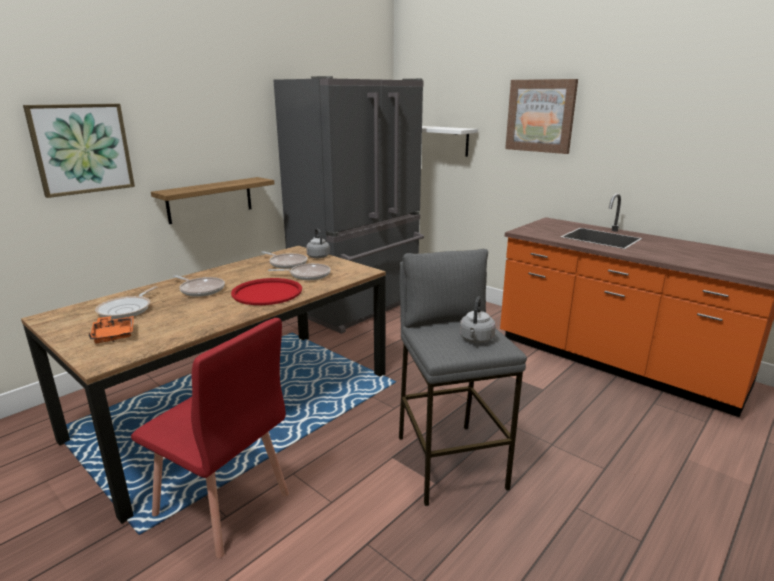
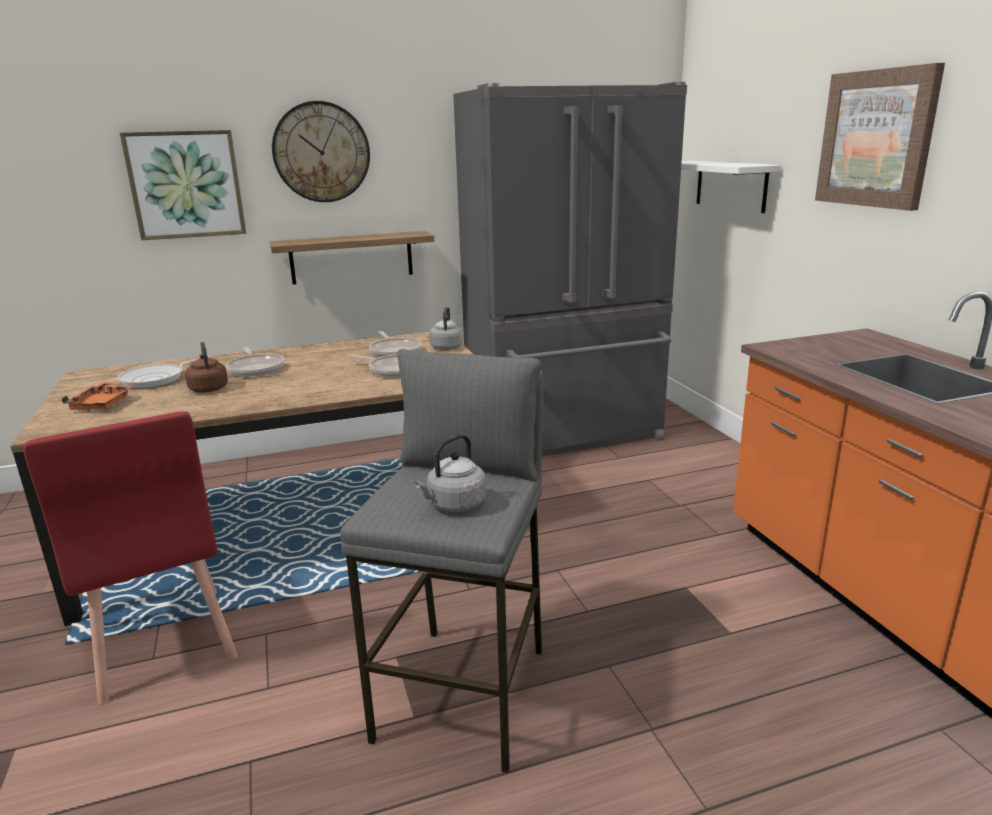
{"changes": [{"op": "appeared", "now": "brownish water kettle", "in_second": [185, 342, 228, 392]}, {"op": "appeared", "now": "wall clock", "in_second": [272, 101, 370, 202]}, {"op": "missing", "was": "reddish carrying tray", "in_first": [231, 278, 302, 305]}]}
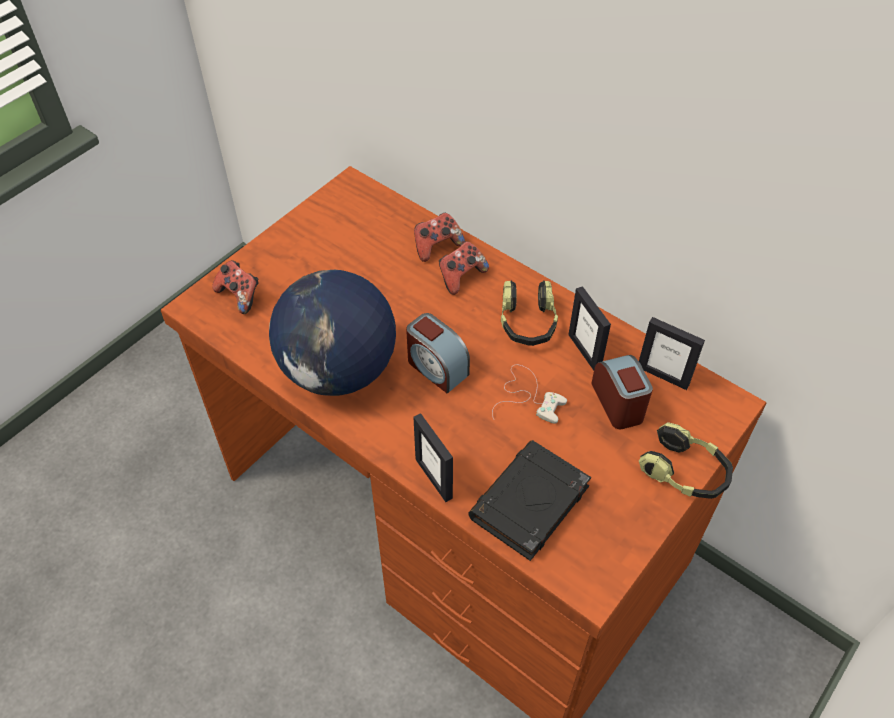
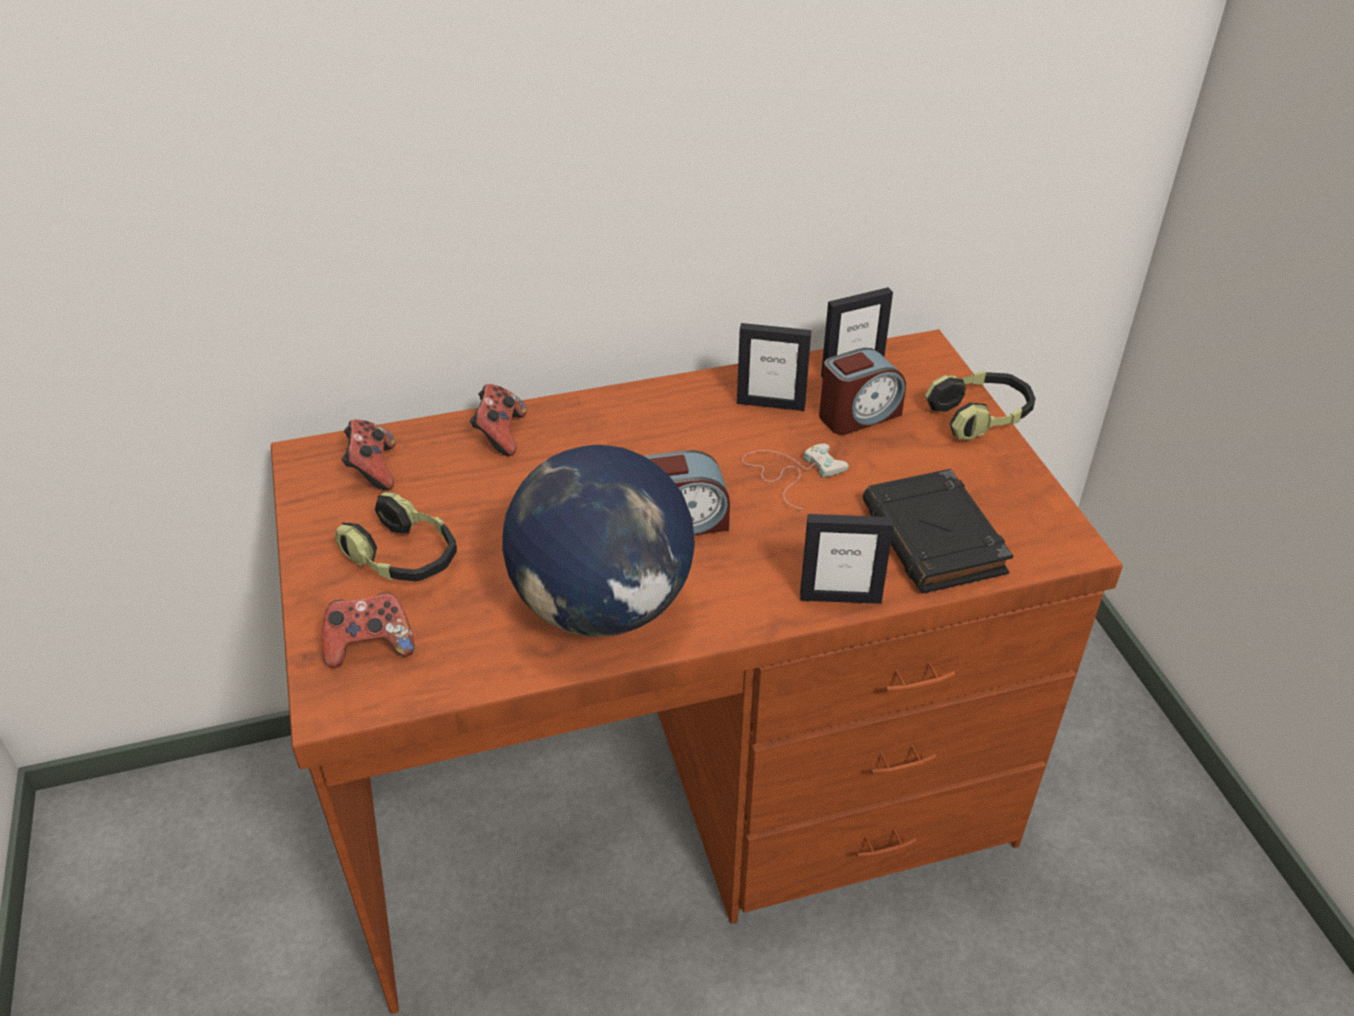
{"changes": [{"op": "relocated", "was": "headphones", "in_first": [501, 280, 558, 346], "in_second": [335, 492, 457, 582]}, {"op": "relocated", "was": "game controller", "in_first": [439, 241, 489, 295], "in_second": [342, 419, 396, 490]}, {"op": "spun", "was": "alarm clock", "in_first": [591, 355, 653, 429], "in_second": [819, 348, 906, 435], "clockwise": 135}]}
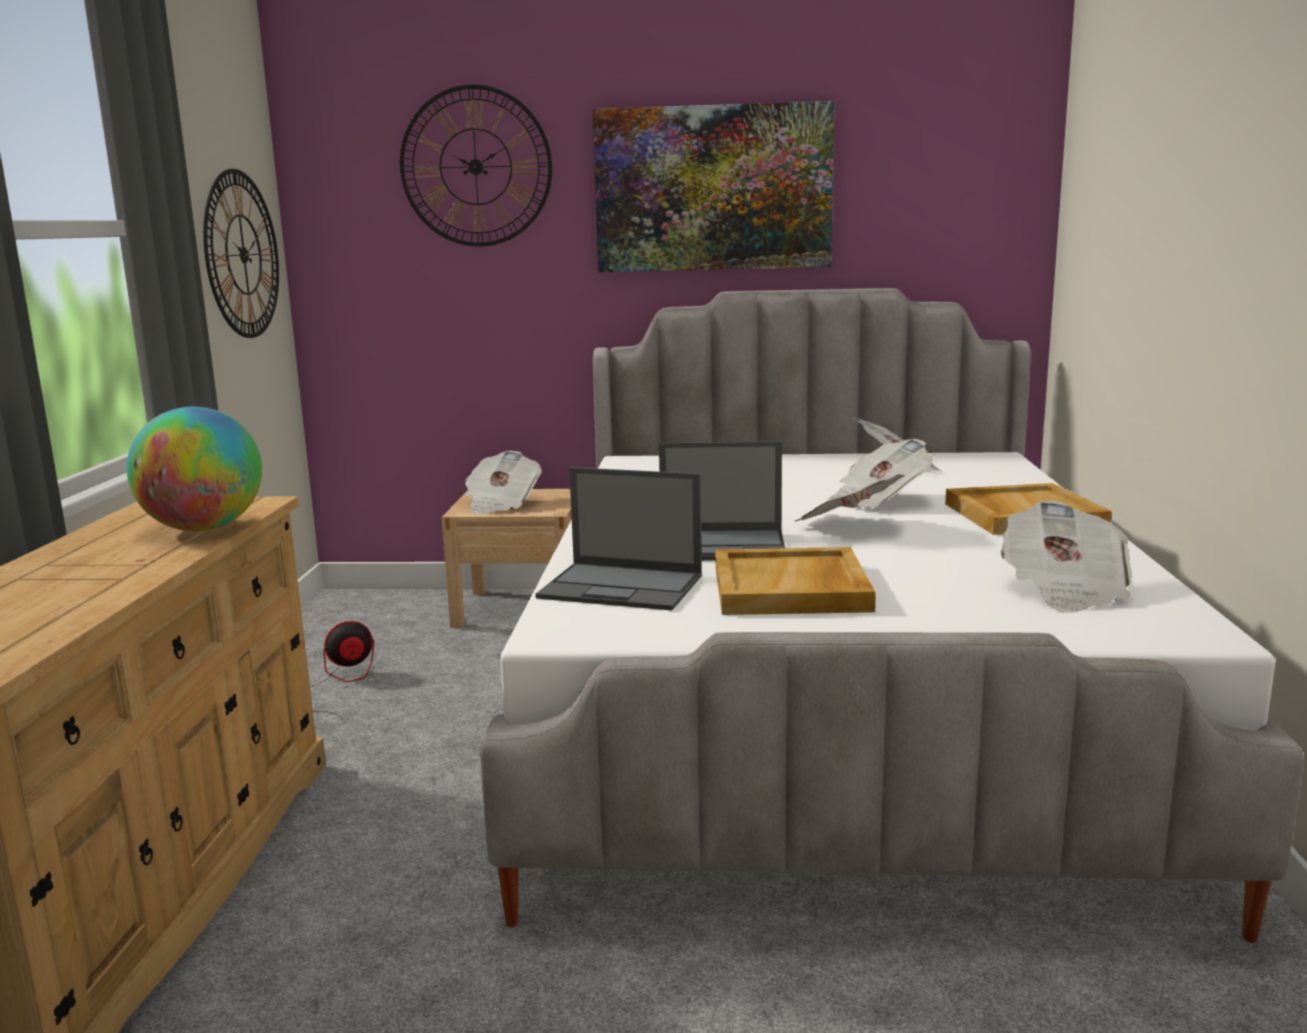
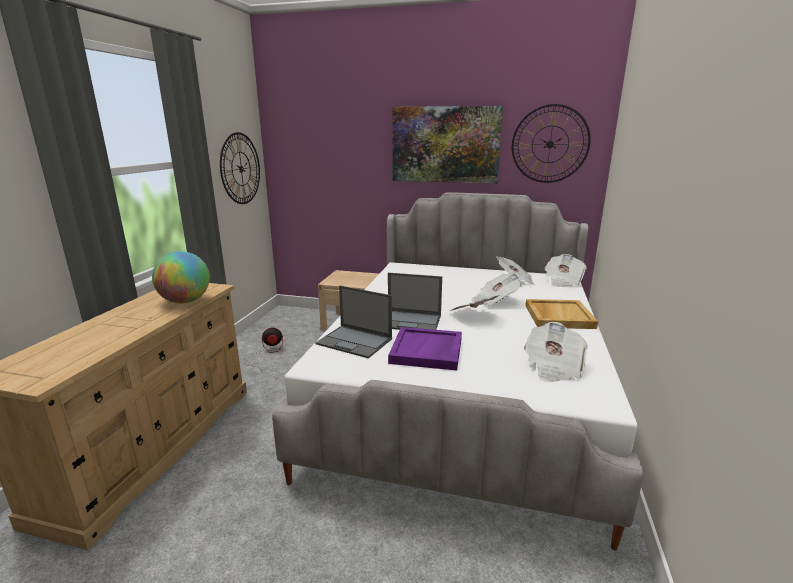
{"changes": [{"op": "colour", "was": "beige carrying tray", "now": "purple carrying tray", "in_first": [715, 547, 876, 615], "in_second": [388, 327, 462, 371]}, {"op": "relocated", "was": "wall clock", "in_first": [400, 84, 552, 247], "in_second": [512, 104, 591, 183]}, {"op": "relocated", "was": "daily paper", "in_first": [465, 451, 542, 514], "in_second": [545, 254, 587, 287]}]}
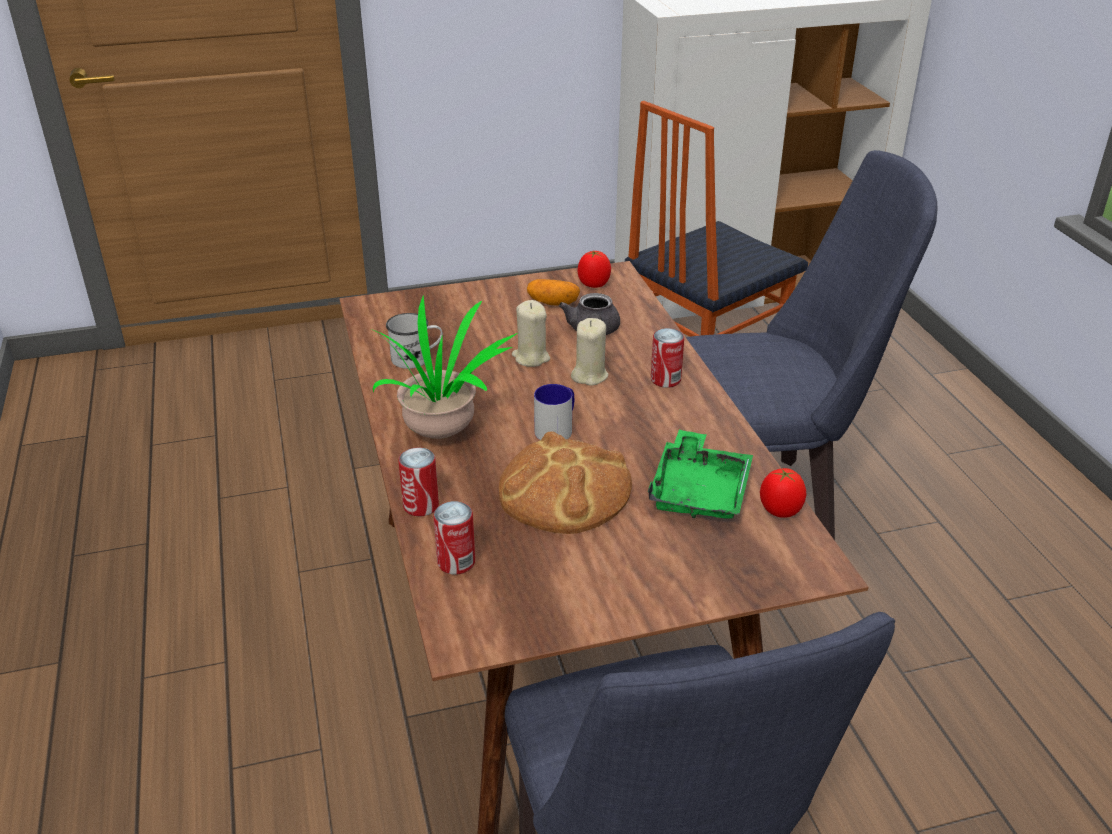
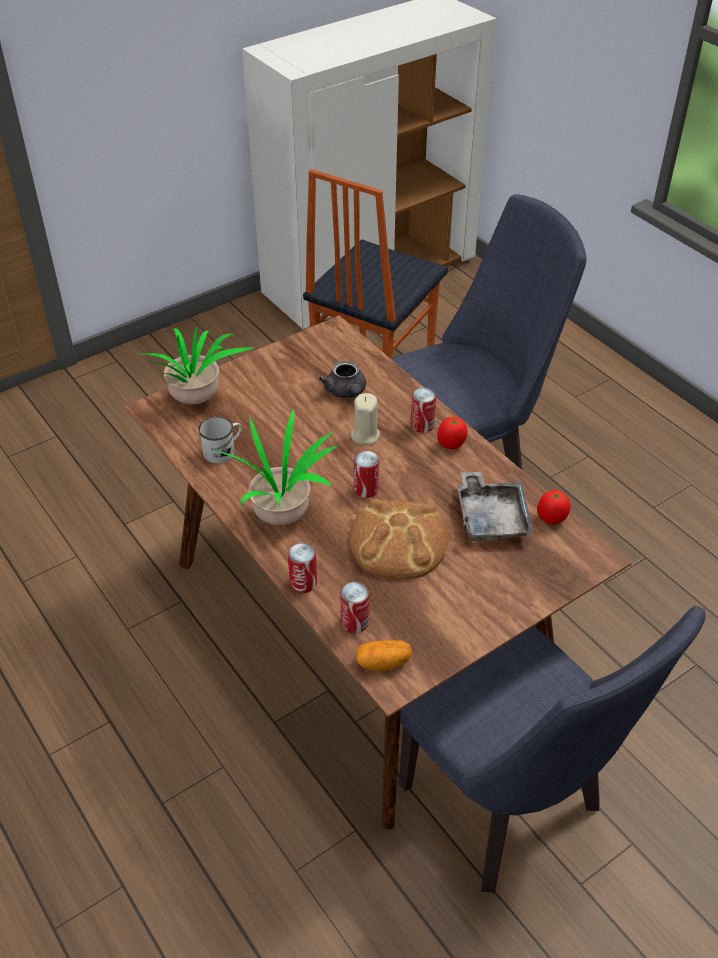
{"changes": [{"op": "appeared", "now": "potted plant", "in_second": [137, 326, 253, 404]}, {"op": "exchanged", "was": "tea mug", "now": "metal can", "in_first": [534, 384, 574, 440], "in_second": [354, 451, 379, 498]}, {"op": "relocated", "was": "potato", "in_first": [527, 279, 580, 305], "in_second": [355, 640, 412, 671]}, {"op": "relocated", "was": "tomato", "in_first": [578, 251, 611, 288], "in_second": [437, 417, 468, 449]}, {"op": "colour", "was": "green carrying tray", "now": "greyish carrying tray", "in_first": [648, 430, 753, 519], "in_second": [457, 471, 534, 541]}, {"op": "missing", "was": "beige wax candle", "in_first": [512, 300, 550, 367]}]}
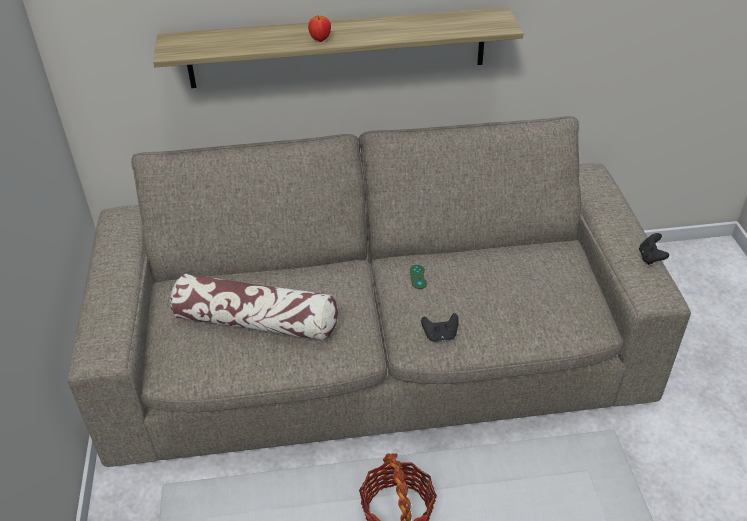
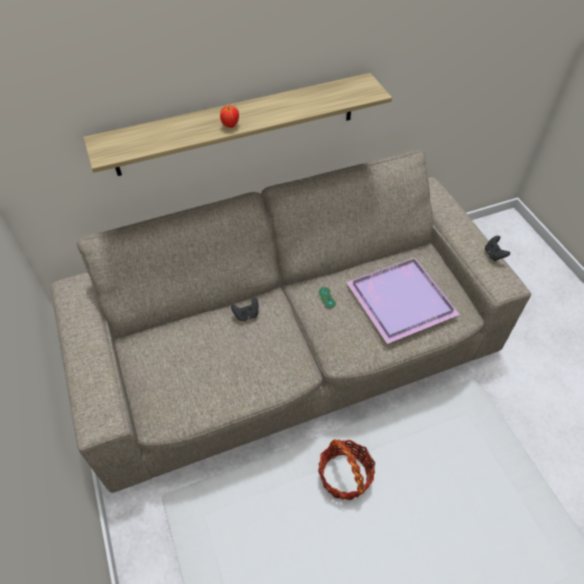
{"changes": [{"op": "relocated", "was": "black game controller", "in_first": [421, 313, 459, 342], "in_second": [231, 298, 259, 321]}, {"op": "appeared", "now": "purple carrying tray", "in_second": [346, 258, 460, 344]}, {"op": "missing", "was": "cushion", "in_first": [170, 274, 338, 341]}]}
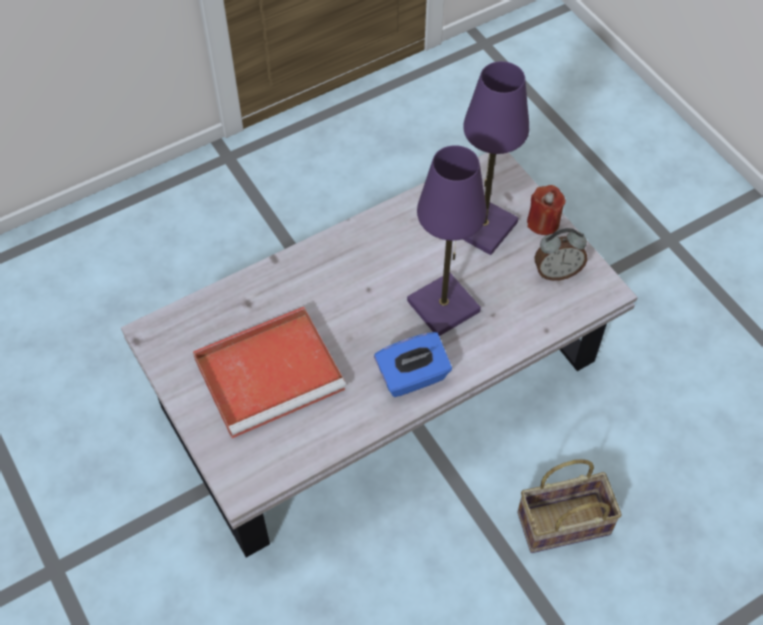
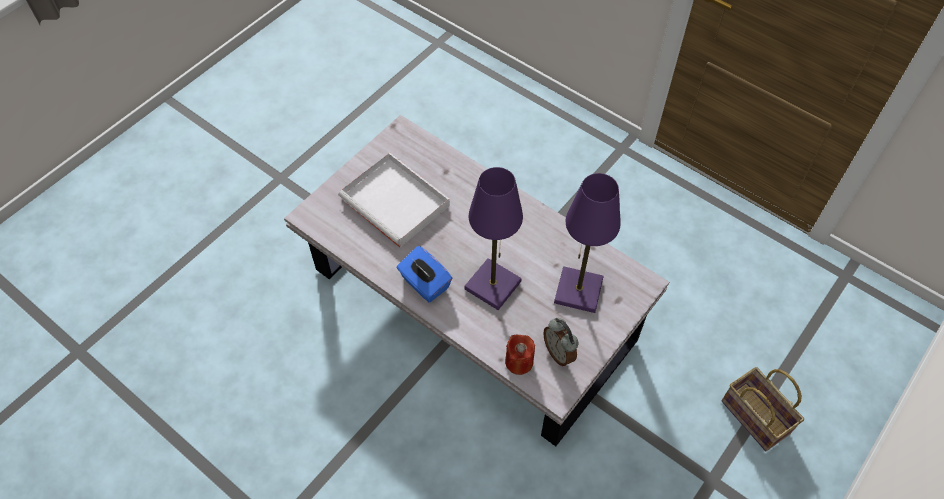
{"changes": [{"op": "colour", "was": "reddish carrying tray", "now": "white-coloured carrying tray", "in_first": [193, 307, 346, 438], "in_second": [338, 153, 450, 247]}, {"op": "relocated", "was": "reddish wax candle", "in_first": [527, 185, 566, 235], "in_second": [505, 334, 535, 375]}, {"op": "relocated", "was": "storage basket", "in_first": [517, 459, 622, 553], "in_second": [722, 367, 804, 451]}]}
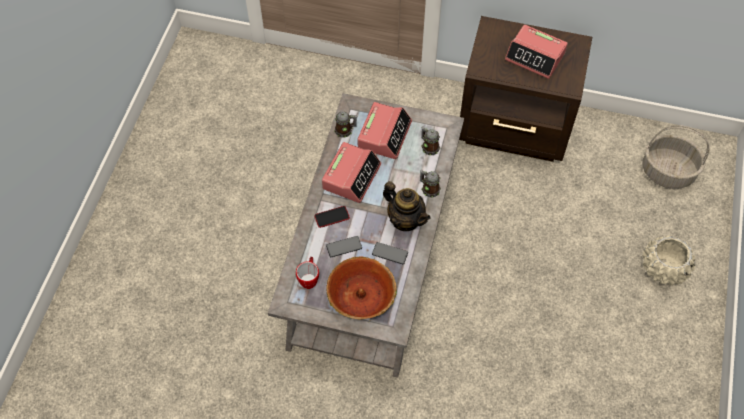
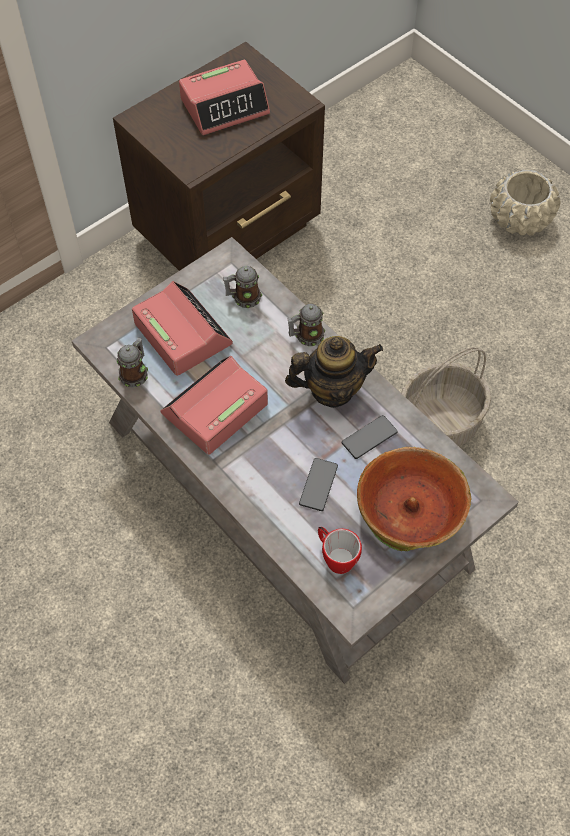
{"changes": [{"op": "spun", "was": "alarm clock", "in_first": [322, 142, 381, 203], "in_second": [160, 356, 268, 455], "clockwise": -105}, {"op": "relocated", "was": "storage basket", "in_first": [642, 125, 710, 189], "in_second": [401, 347, 491, 446]}, {"op": "missing", "was": "phone", "in_first": [314, 206, 350, 228]}]}
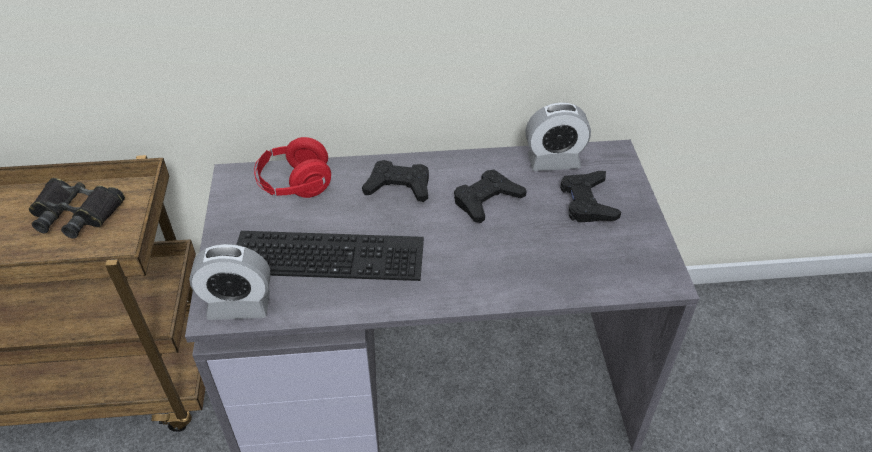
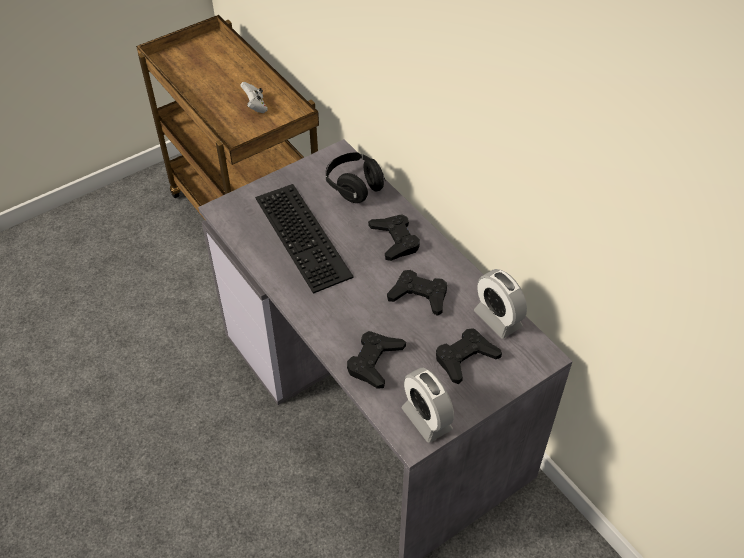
{"changes": [{"op": "exchanged", "was": "black pair of binoculars", "now": "white-coloured game controller", "in_first": [29, 178, 125, 239], "in_second": [240, 82, 268, 113]}, {"op": "colour", "was": "reddish headphones", "now": "black headphones", "in_first": [254, 137, 331, 198], "in_second": [326, 152, 386, 203]}, {"op": "appeared", "now": "black game controller", "in_second": [347, 331, 406, 389]}, {"op": "relocated", "was": "alarm clock", "in_first": [189, 244, 271, 320], "in_second": [402, 368, 454, 443]}]}
